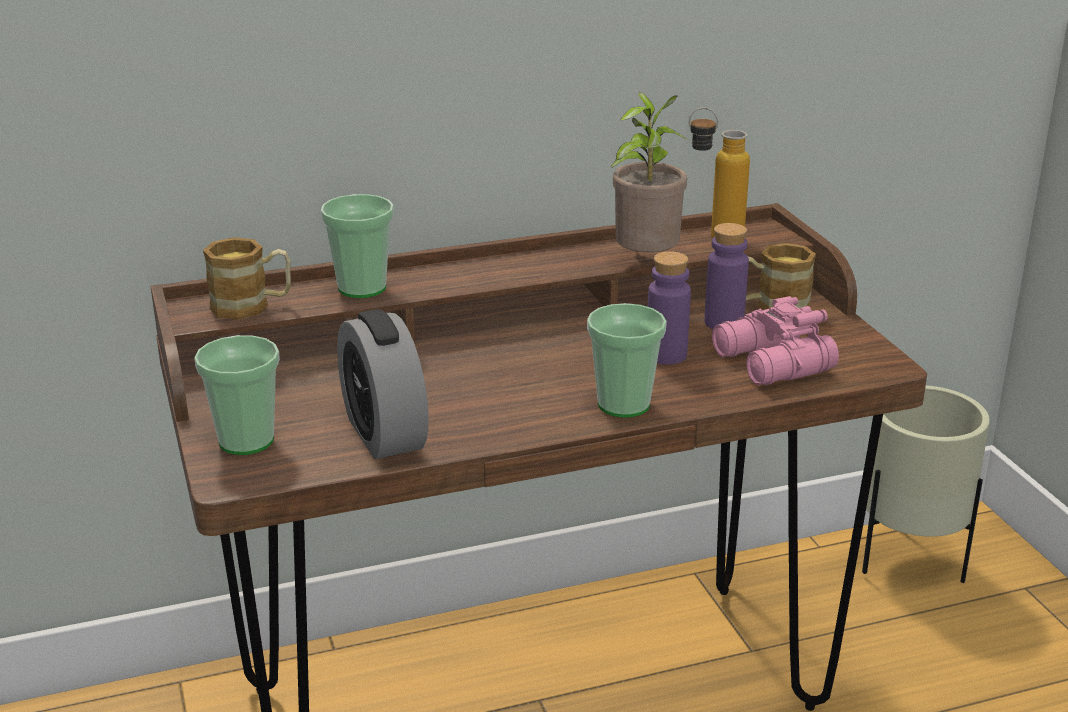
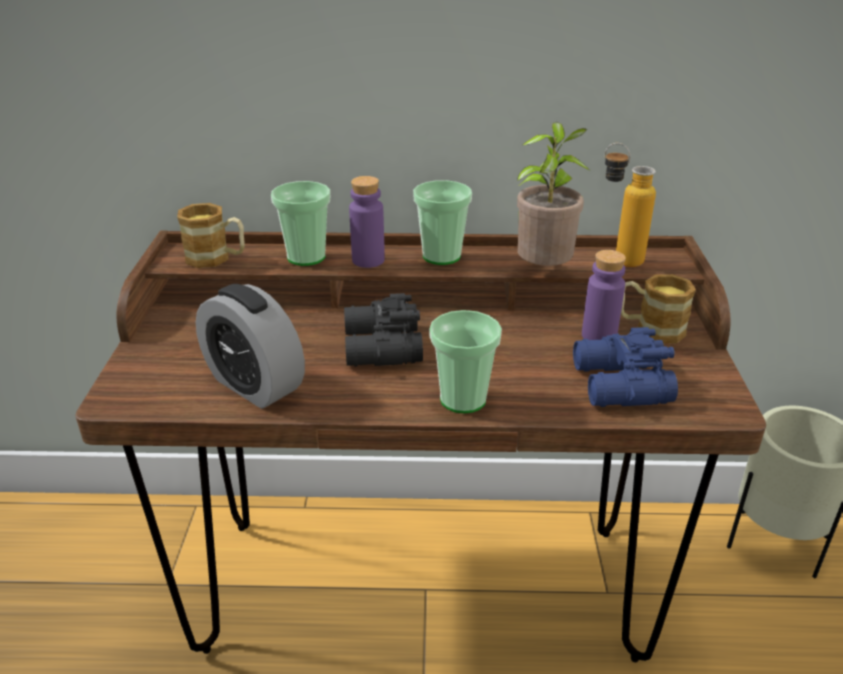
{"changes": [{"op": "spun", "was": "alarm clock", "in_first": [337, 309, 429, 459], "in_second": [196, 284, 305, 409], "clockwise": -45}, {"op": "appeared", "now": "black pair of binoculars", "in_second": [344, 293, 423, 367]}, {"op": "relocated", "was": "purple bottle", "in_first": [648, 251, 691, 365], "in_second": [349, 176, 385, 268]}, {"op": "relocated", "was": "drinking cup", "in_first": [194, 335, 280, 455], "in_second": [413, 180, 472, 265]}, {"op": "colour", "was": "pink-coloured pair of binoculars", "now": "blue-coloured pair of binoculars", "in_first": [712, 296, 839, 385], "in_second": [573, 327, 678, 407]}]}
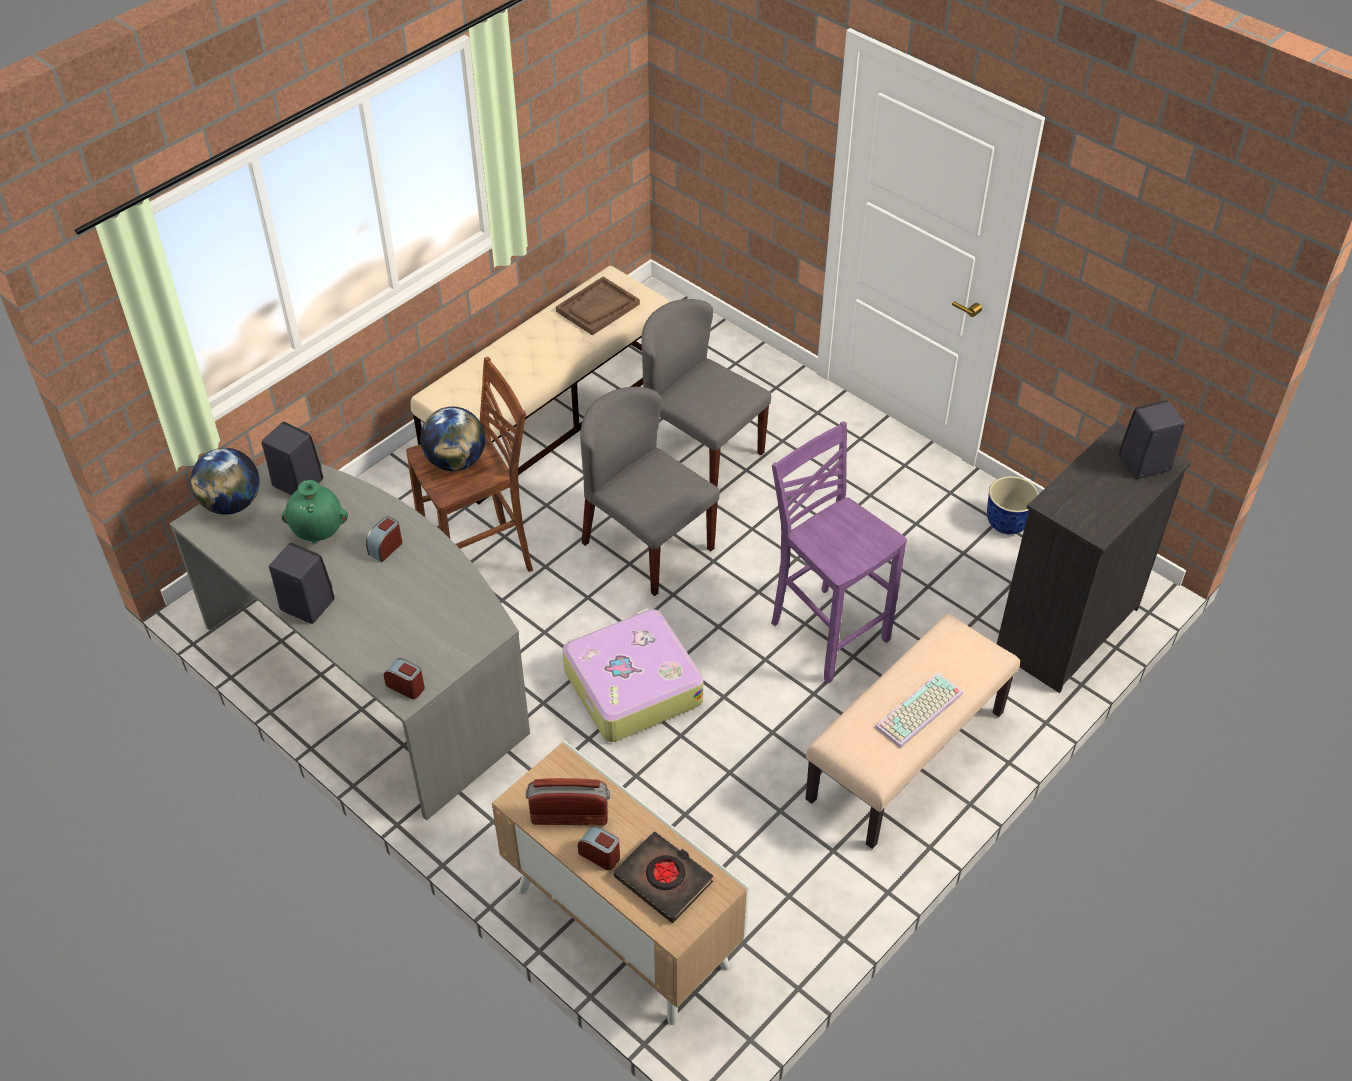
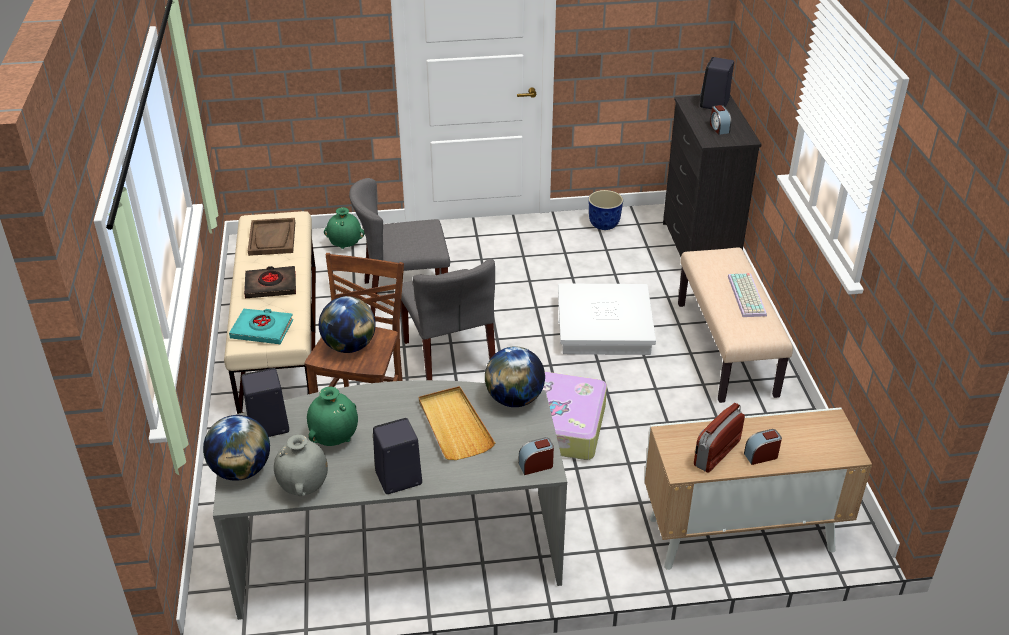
{"changes": [{"op": "appeared", "now": "turquoise-coloured volume", "in_second": [229, 309, 293, 344]}, {"op": "relocated", "was": "black volume", "in_first": [614, 831, 713, 923], "in_second": [244, 266, 296, 298]}, {"op": "appeared", "now": "greyish flower vase", "in_second": [274, 434, 328, 496]}, {"op": "appeared", "now": "green flower vase", "in_second": [324, 207, 365, 249]}, {"op": "spun", "was": "greyish plain chair", "in_first": [580, 387, 720, 596], "in_second": [401, 258, 495, 380], "clockwise": -105}, {"op": "appeared", "now": "beige carrying tray", "in_second": [419, 386, 495, 460]}, {"op": "appeared", "now": "desk globe", "in_second": [485, 346, 545, 407]}, {"op": "exchanged", "was": "purple sitting stool", "now": "white-coloured storage box", "in_first": [771, 421, 907, 683], "in_second": [558, 283, 656, 355]}, {"op": "relocated", "was": "alarm clock", "in_first": [366, 516, 402, 562], "in_second": [710, 105, 731, 135]}]}
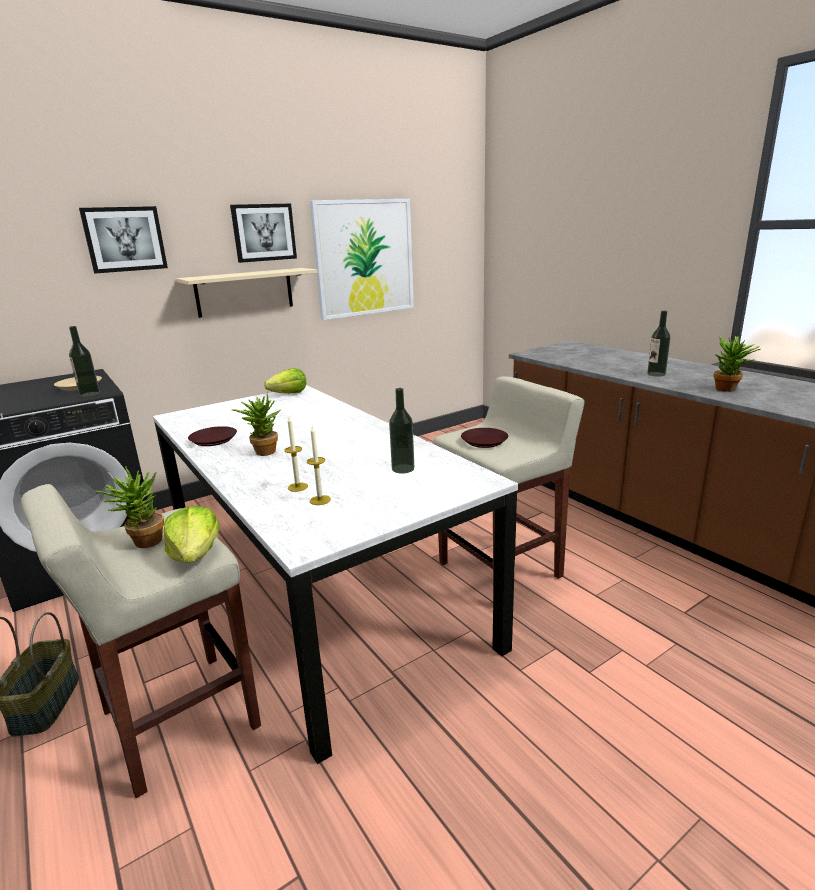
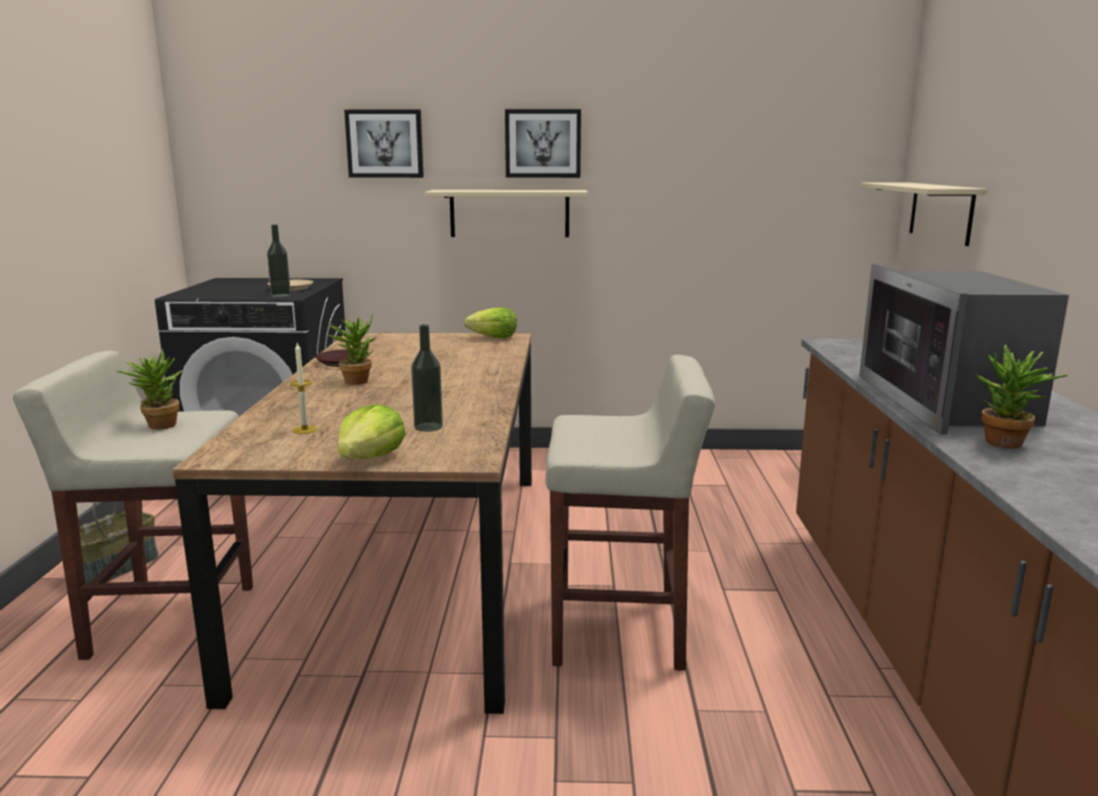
{"changes": [{"op": "colour", "was": "white-coloured dining table", "now": "brownish dining table", "in_first": [153, 385, 518, 764], "in_second": [172, 332, 532, 714]}, {"op": "relocated", "was": "head of lettuce", "in_first": [164, 506, 220, 563], "in_second": [337, 404, 406, 459]}, {"op": "exchanged", "was": "bottle", "now": "microwave", "in_first": [647, 311, 671, 376], "in_second": [859, 264, 1069, 434]}, {"op": "appeared", "now": "beige bracket shelf", "in_second": [860, 183, 987, 246]}, {"op": "missing", "was": "wax candle", "in_first": [284, 417, 308, 492]}, {"op": "missing", "was": "wall picture", "in_first": [310, 199, 414, 320]}, {"op": "missing", "was": "brownish dinner plate", "in_first": [461, 428, 508, 448]}]}
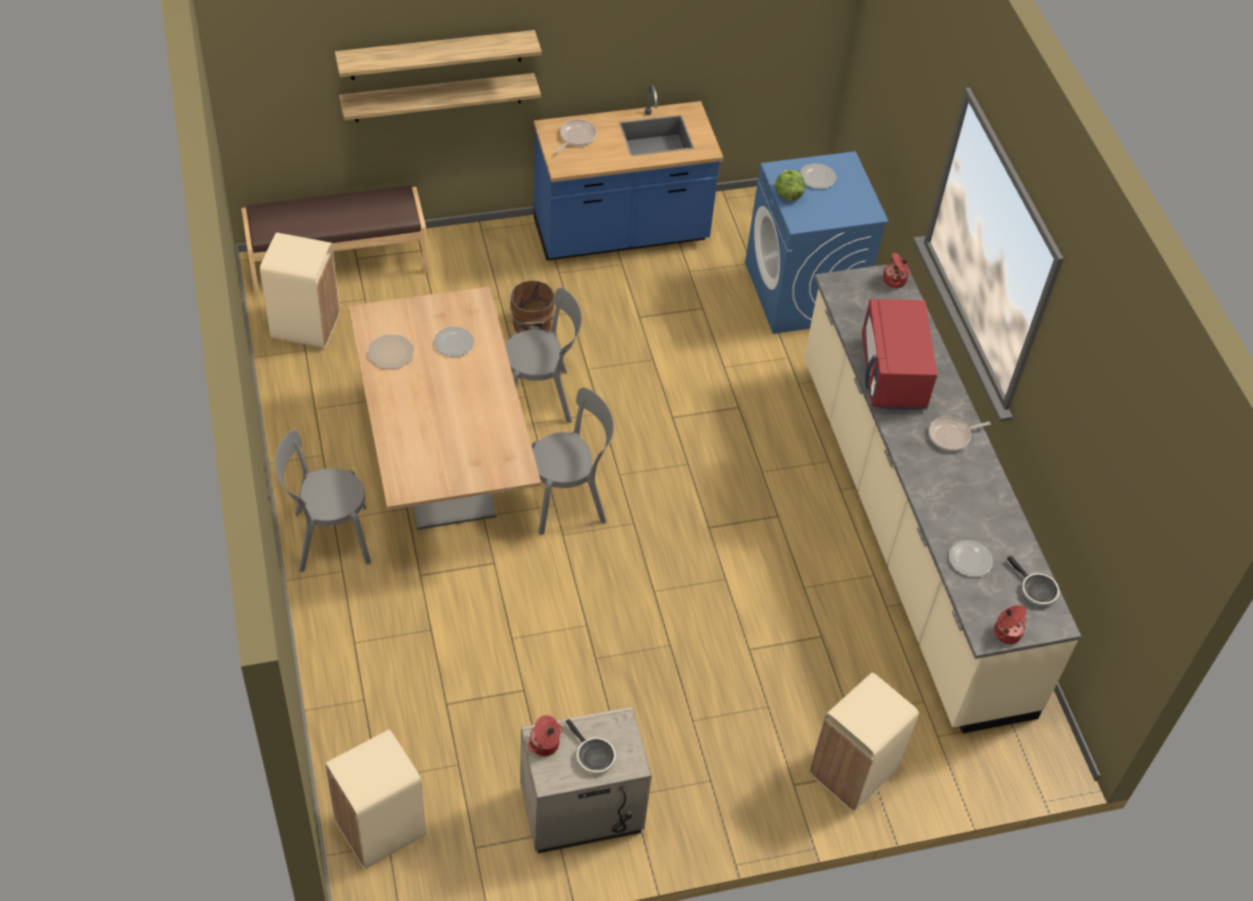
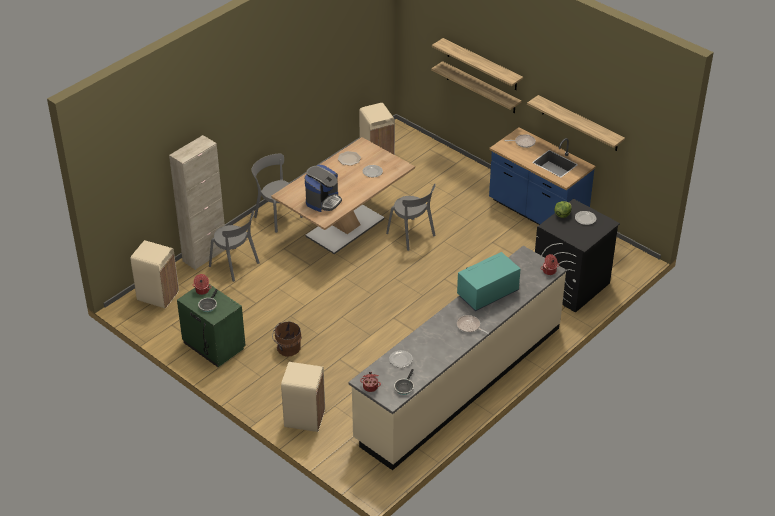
{"changes": [{"op": "appeared", "now": "beige storage cabinet", "in_second": [169, 135, 225, 270]}, {"op": "colour", "was": "beige night table", "now": "green night table", "in_first": [520, 706, 652, 853], "in_second": [177, 284, 246, 367]}, {"op": "relocated", "was": "greyish plain chair", "in_first": [532, 387, 614, 535], "in_second": [209, 210, 260, 282]}, {"op": "relocated", "was": "brownish water bucket", "in_first": [509, 281, 555, 333], "in_second": [272, 321, 302, 357]}, {"op": "appeared", "now": "coffee maker", "in_second": [305, 165, 342, 212]}, {"op": "colour", "was": "reddish microwave", "now": "turquoise-coloured microwave", "in_first": [862, 299, 937, 410], "in_second": [457, 252, 520, 311]}, {"op": "appeared", "now": "bracket shelf", "in_second": [527, 95, 625, 151]}, {"op": "colour", "was": "blue-coloured laundry machine", "now": "black laundry machine", "in_first": [745, 151, 889, 334], "in_second": [535, 199, 620, 313]}, {"op": "missing", "was": "brownish indoor bench", "in_first": [241, 186, 428, 295]}]}
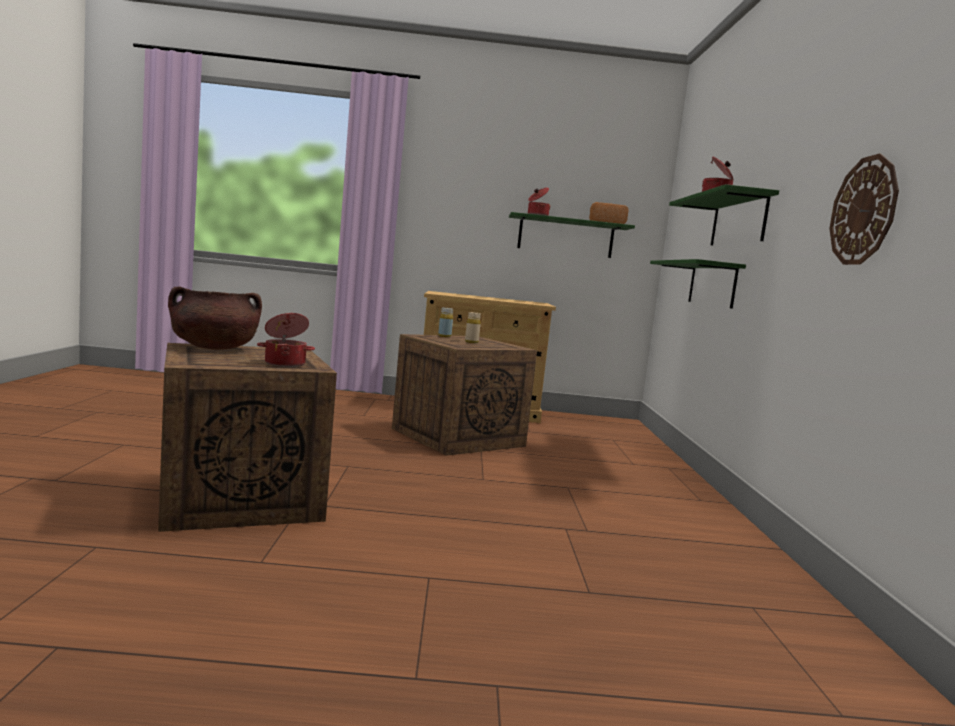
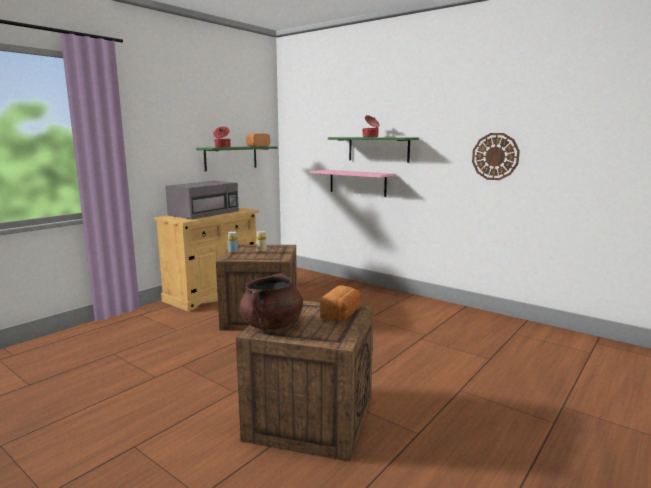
{"changes": [{"op": "appeared", "now": "greyish microwave", "in_second": [165, 181, 239, 220]}, {"op": "colour", "was": "green bracket shelf", "now": "pink-coloured bracket shelf", "in_first": [650, 259, 746, 309], "in_second": [310, 170, 395, 197]}, {"op": "exchanged", "was": "saucepot", "now": "bread", "in_first": [257, 313, 315, 367], "in_second": [320, 285, 360, 321]}]}
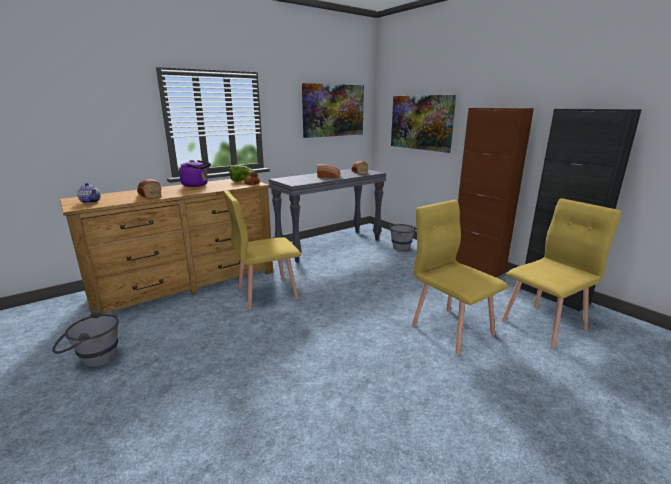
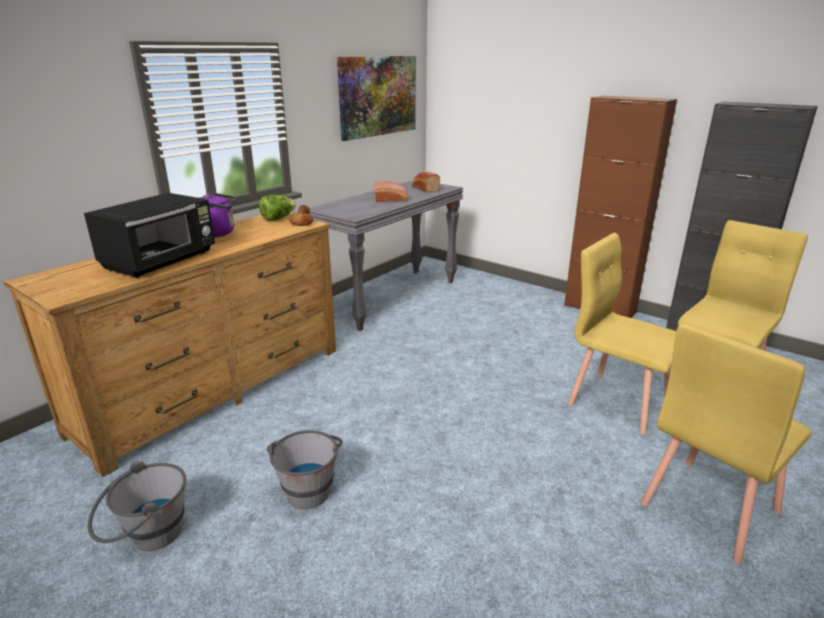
{"changes": [{"op": "exchanged", "was": "bread", "now": "black microwave", "in_first": [137, 179, 161, 199], "in_second": [84, 193, 215, 278]}, {"op": "relocated", "was": "greyish water bucket", "in_first": [388, 224, 417, 251], "in_second": [267, 430, 343, 509]}, {"op": "relocated", "was": "yellowish plain chair", "in_first": [223, 190, 301, 310], "in_second": [641, 323, 812, 564]}, {"op": "missing", "was": "pot for tea", "in_first": [77, 183, 101, 203]}, {"op": "missing", "was": "wall picture", "in_first": [391, 95, 456, 153]}]}
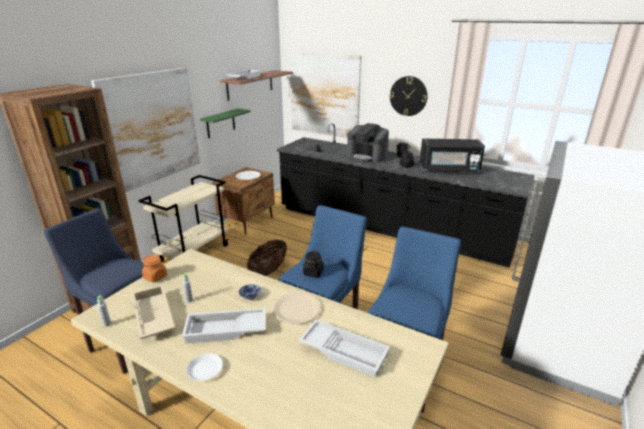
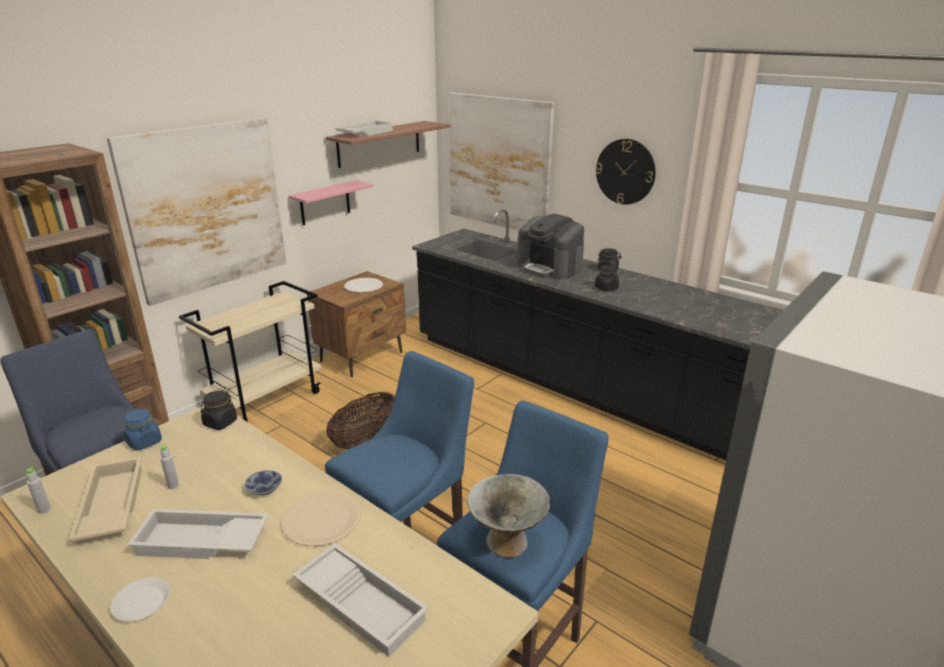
{"changes": [{"op": "colour", "was": "orange storage jar", "now": "blue-coloured storage jar", "in_first": [142, 255, 167, 282], "in_second": [123, 409, 162, 451]}, {"op": "relocated", "was": "black storage jar", "in_first": [303, 251, 324, 277], "in_second": [201, 390, 237, 430]}, {"op": "colour", "was": "green bracket shelf", "now": "pink-coloured bracket shelf", "in_first": [200, 109, 251, 138], "in_second": [289, 180, 373, 225]}, {"op": "appeared", "now": "greyish bowl", "in_second": [468, 474, 550, 558]}, {"op": "missing", "was": "black microwave", "in_first": [420, 139, 485, 172]}]}
